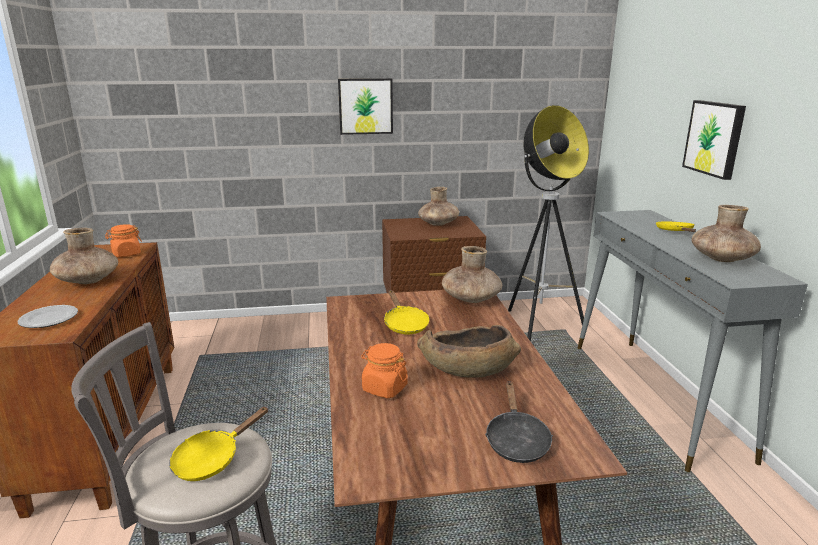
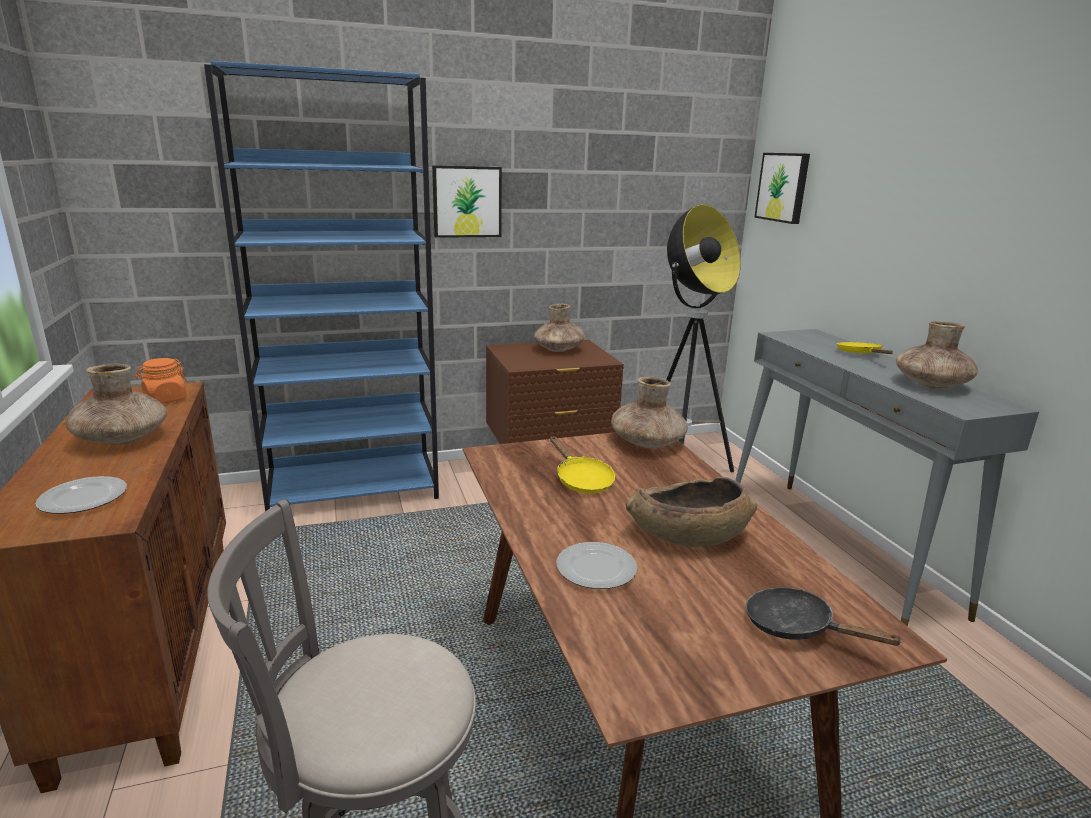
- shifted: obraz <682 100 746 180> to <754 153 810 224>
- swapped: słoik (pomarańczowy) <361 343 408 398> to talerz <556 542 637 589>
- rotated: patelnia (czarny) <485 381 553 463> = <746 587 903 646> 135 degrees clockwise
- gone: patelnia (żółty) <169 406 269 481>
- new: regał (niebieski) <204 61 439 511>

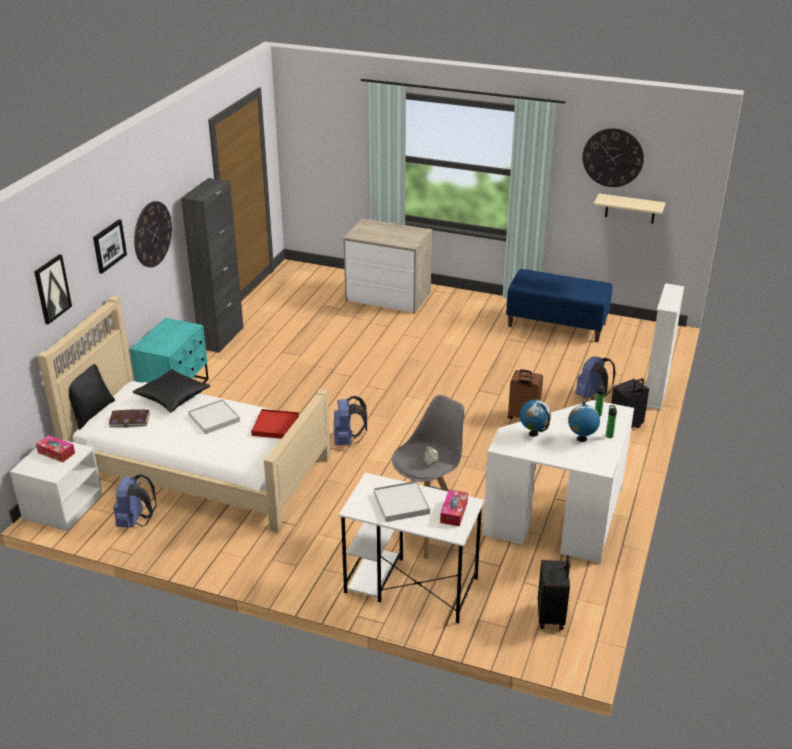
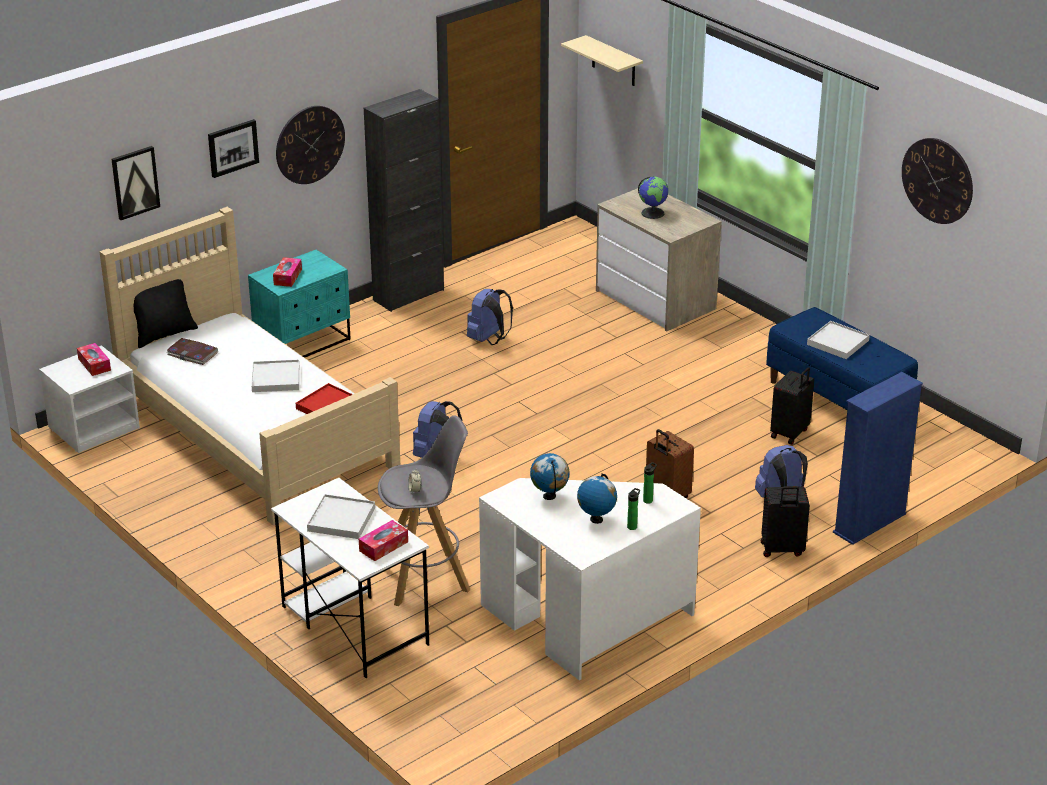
- shifted: półka (beżowy) <594 193 666 224> to <561 35 643 86>
- repainted: regał (biały) <646 283 684 410> to regał (niebieski) <833 372 923 545>
- gone: poduszka (czarny) <132 369 210 413>
- shifted: plecak (niebieski) <113 474 157 528> to <467 289 513 345>
- shifted: walizka (czarny) <538 555 570 630> to <770 367 814 445>
- new: globus <638 176 668 219>
- new: pudełko chusteczek <273 257 302 287>
- new: taca (biały) <807 321 870 359>

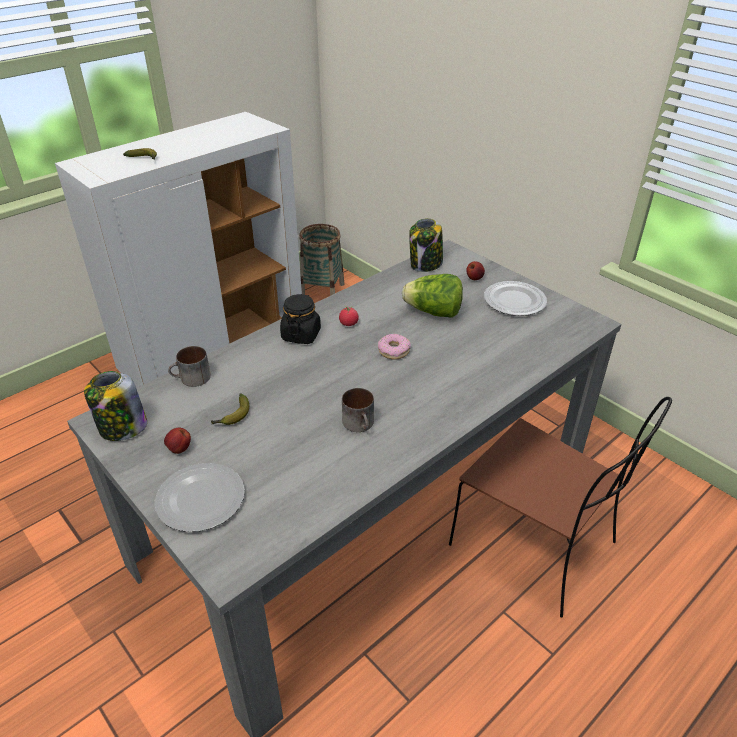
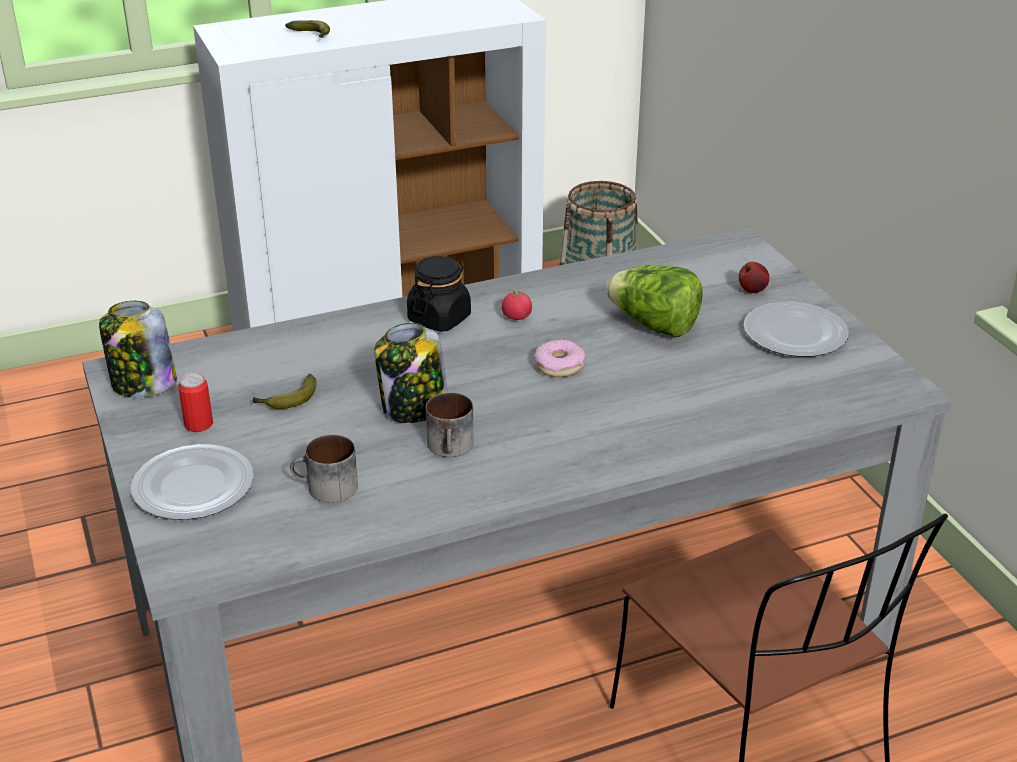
- shifted: słoik <409 218 443 272> to <374 323 447 423>
- shifted: kubek <168 346 211 387> to <290 434 358 503>
- swapped: jabłko <164 428 191 454> to puszka <178 373 213 432>

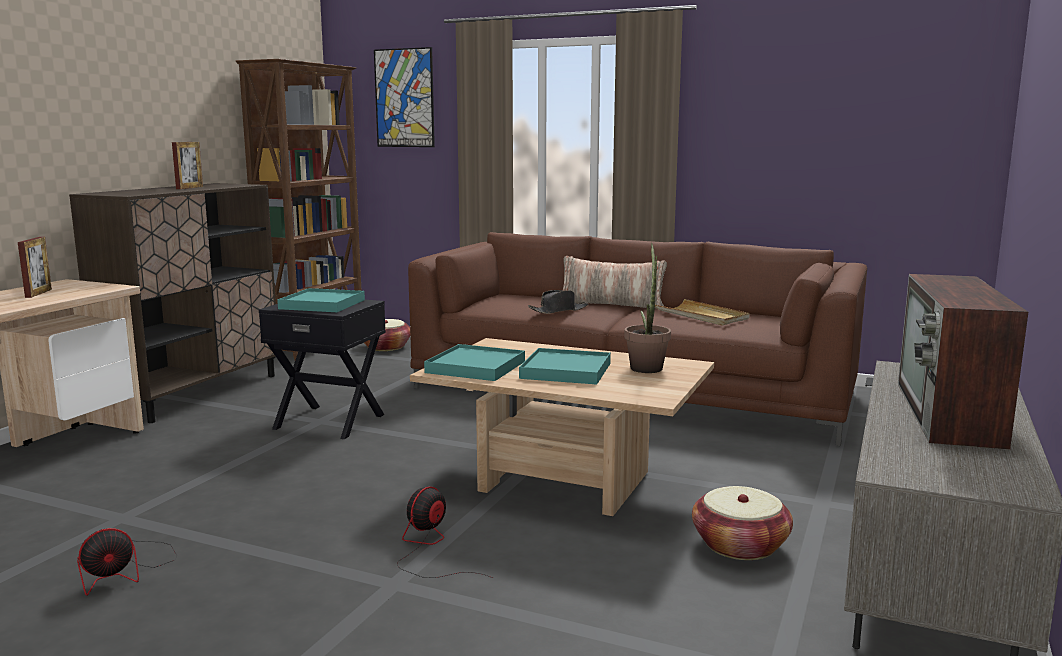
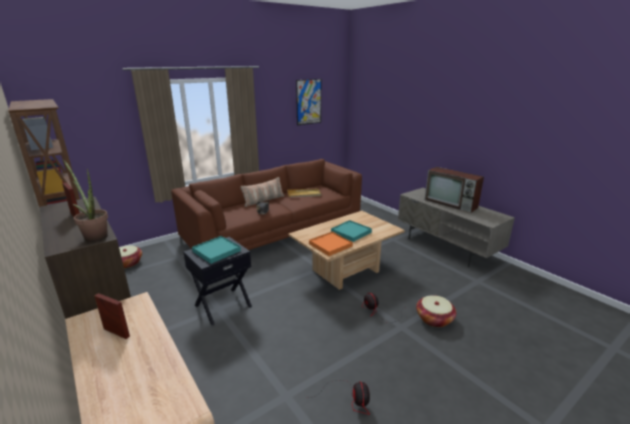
- shifted: obraz <374 47 435 147> to <296 79 321 126>
- shifted: roślina doniczkowa <624 243 671 373> to <64 160 108 242>
- repainted: taca (turkusowy) <424 344 525 381> to taca (pomarańczowy) <309 232 353 256>
- shifted: koszyk <692 486 793 560> to <416 295 456 327>

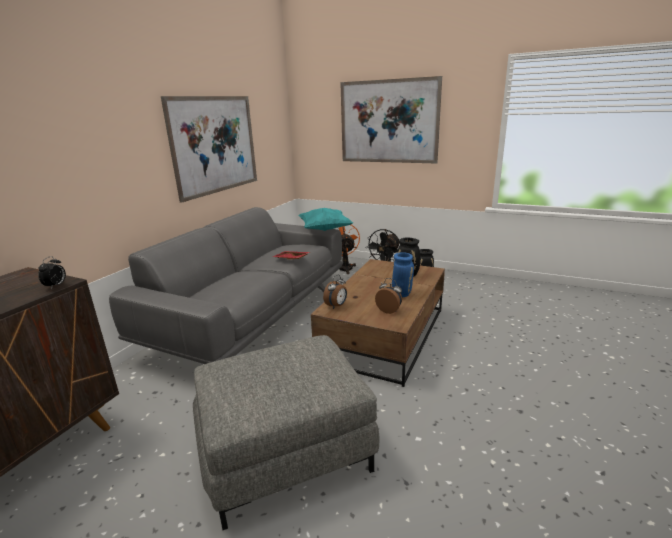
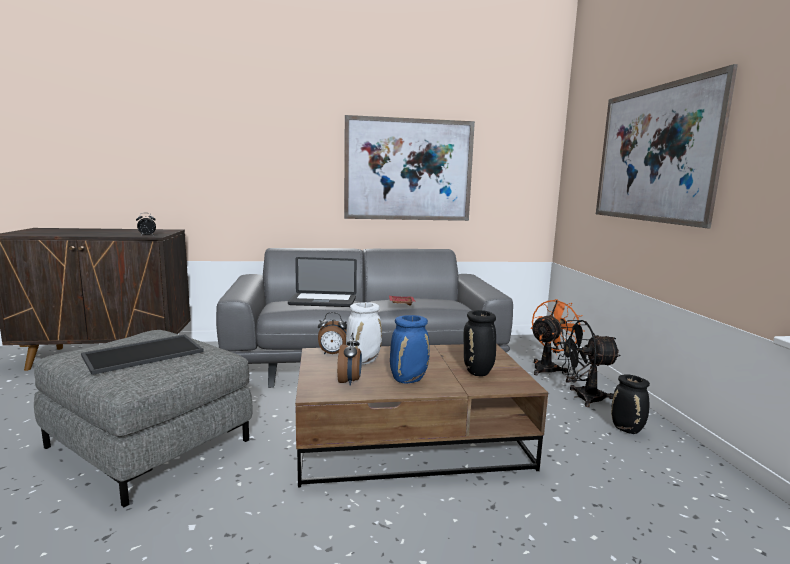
- gone: poduszka (turkusowy) <298 208 353 231>
- new: laptop <288 257 357 307>
- new: wazon (biały) <346 302 382 365>
- new: taca <81 334 204 375>

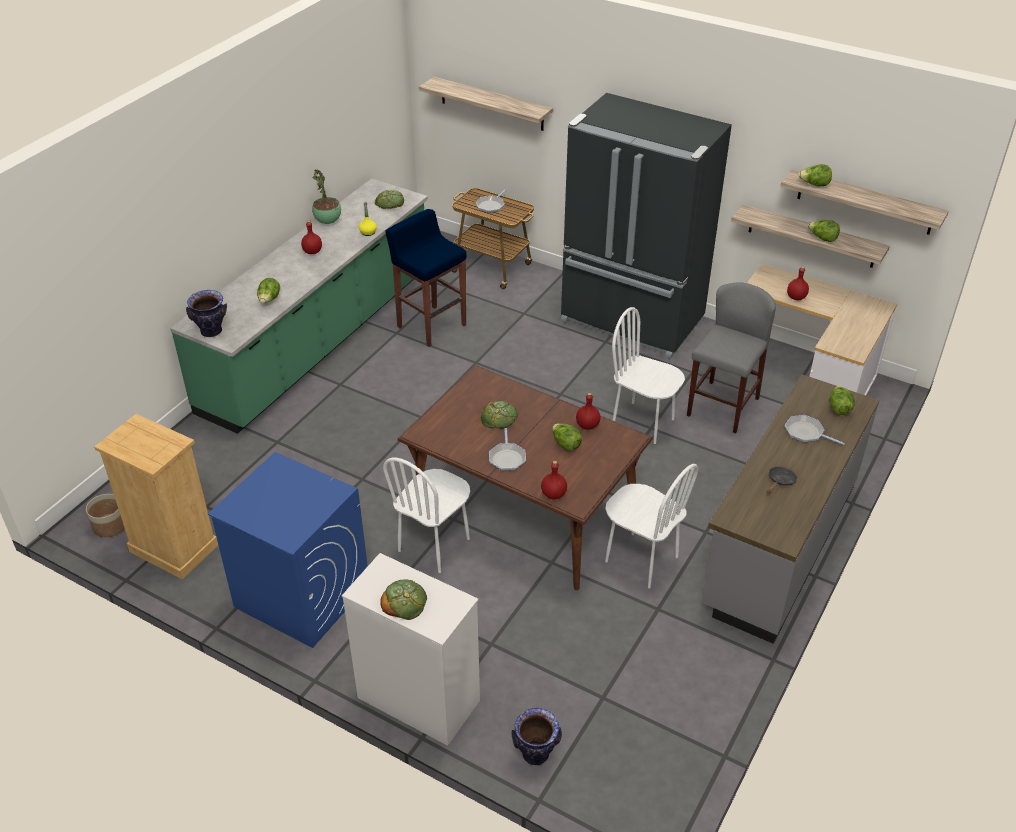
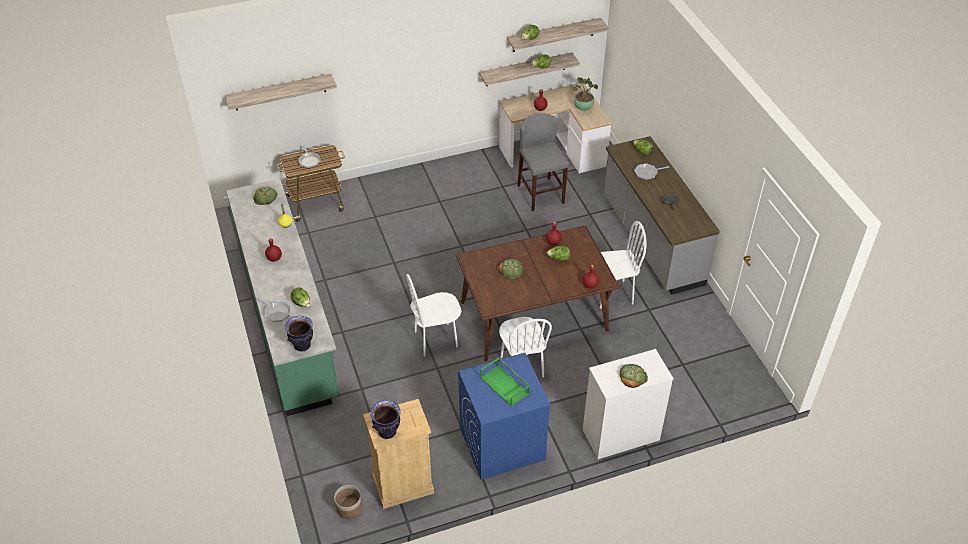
- gone: lodówka (czarny) <561 93 732 359>
- shifted: roślina doniczkowa <312 169 341 224> to <573 77 598 111>
- gone: stołek (niebieski) <385 209 467 347>
- shifted: krzesło (biały) <612 307 685 444> to <406 274 461 357>
- shifted: patelnia <489 428 526 471> to <257 298 290 322>
- shifted: wazon <512 708 562 765> to <370 400 401 439>
- new: taca (zielony) <480 357 530 407>

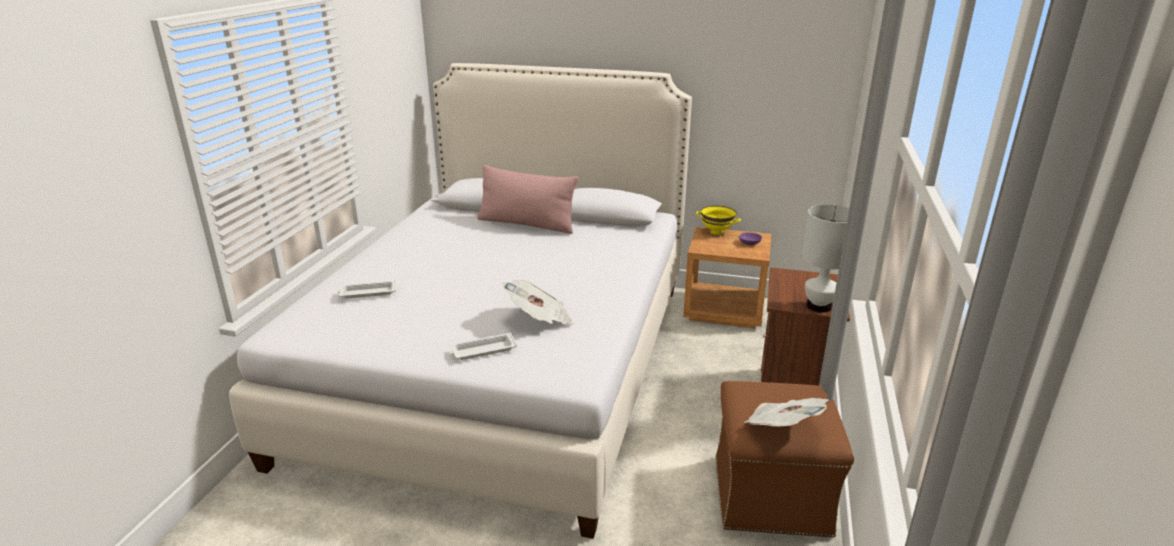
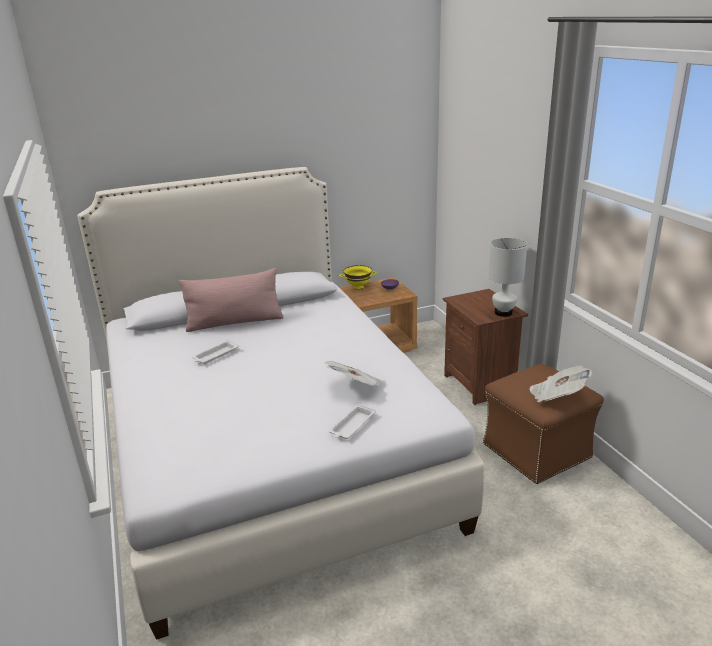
- shifted: taca (biały) <337 280 397 299> to <192 340 239 364>

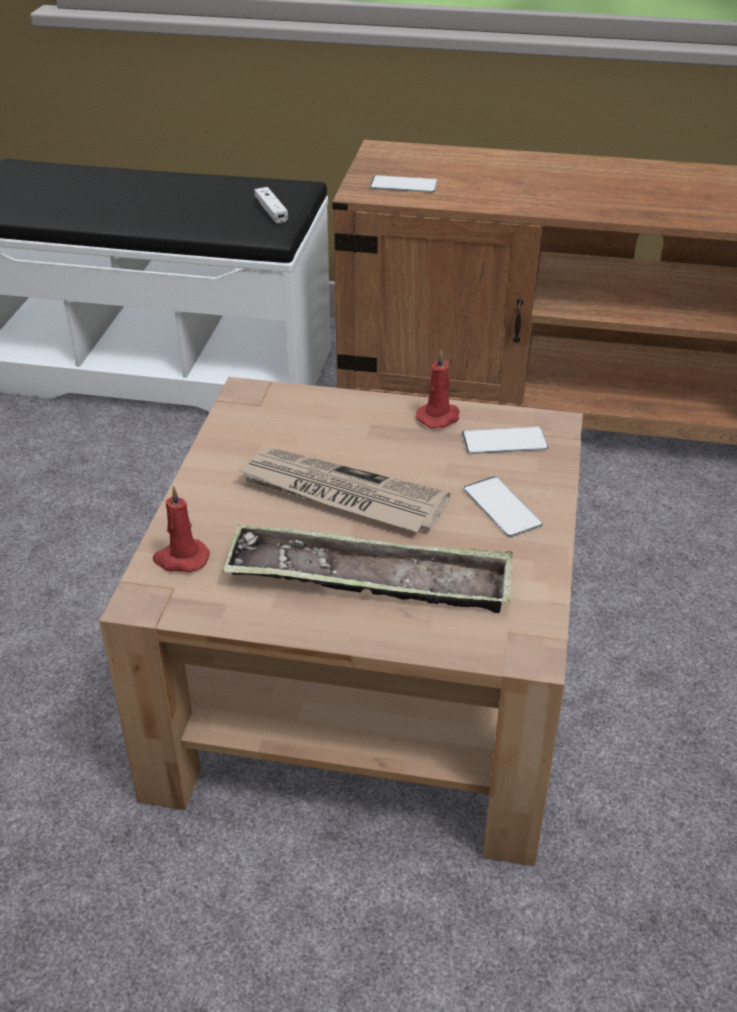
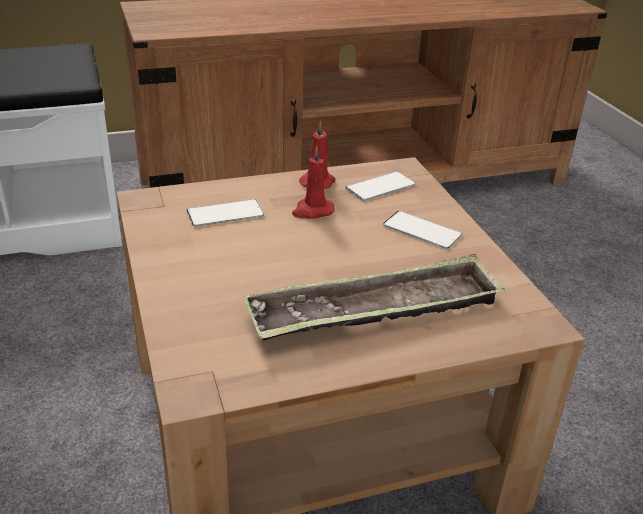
- shifted: telefon <370 175 438 192> to <186 199 264 227>
- gone: pad do gier (biały) <255 187 288 224>
- gone: gazeta <237 448 450 532>
- shifted: świeca (czerwony) <153 486 210 572> to <292 146 335 219>

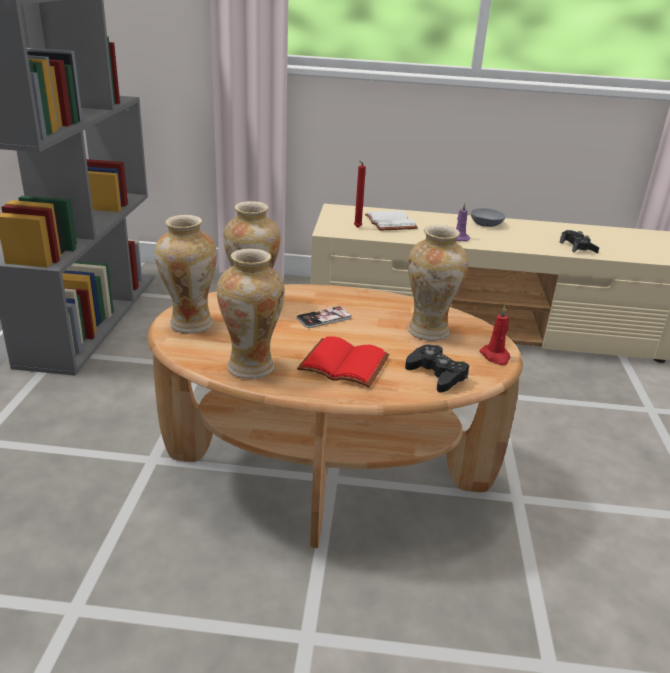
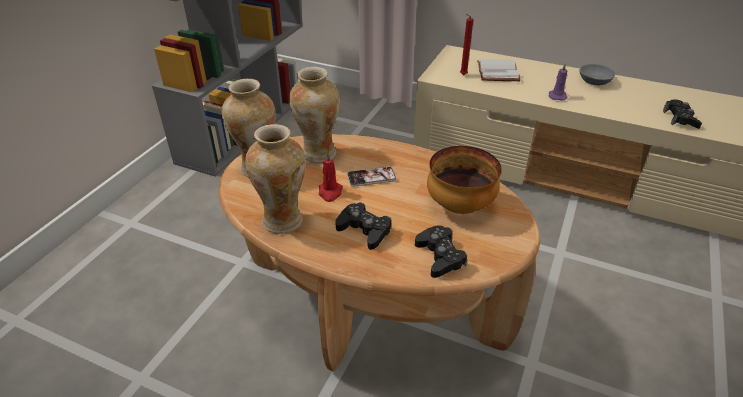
- swapped: wazon <408 225 468 341> to miska <427 146 502 214>
- shifted: świeca (czerwony) <480 306 511 365> to <319 153 343 202>
- swapped: książka (czerwony) <297 336 390 387> to pad do gier (czarny) <335 203 392 250>

